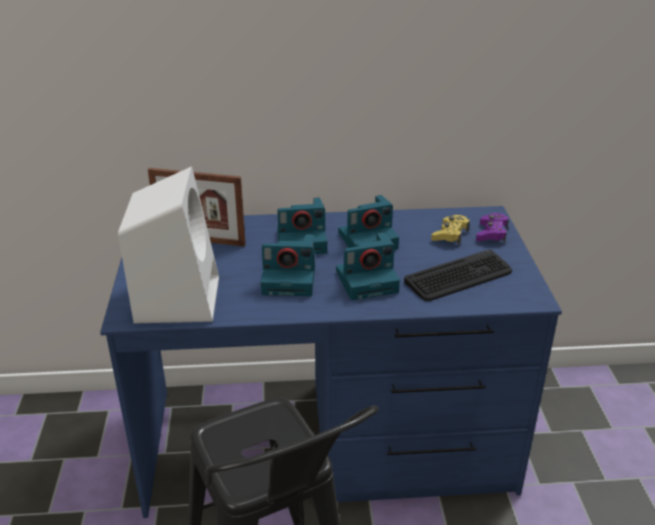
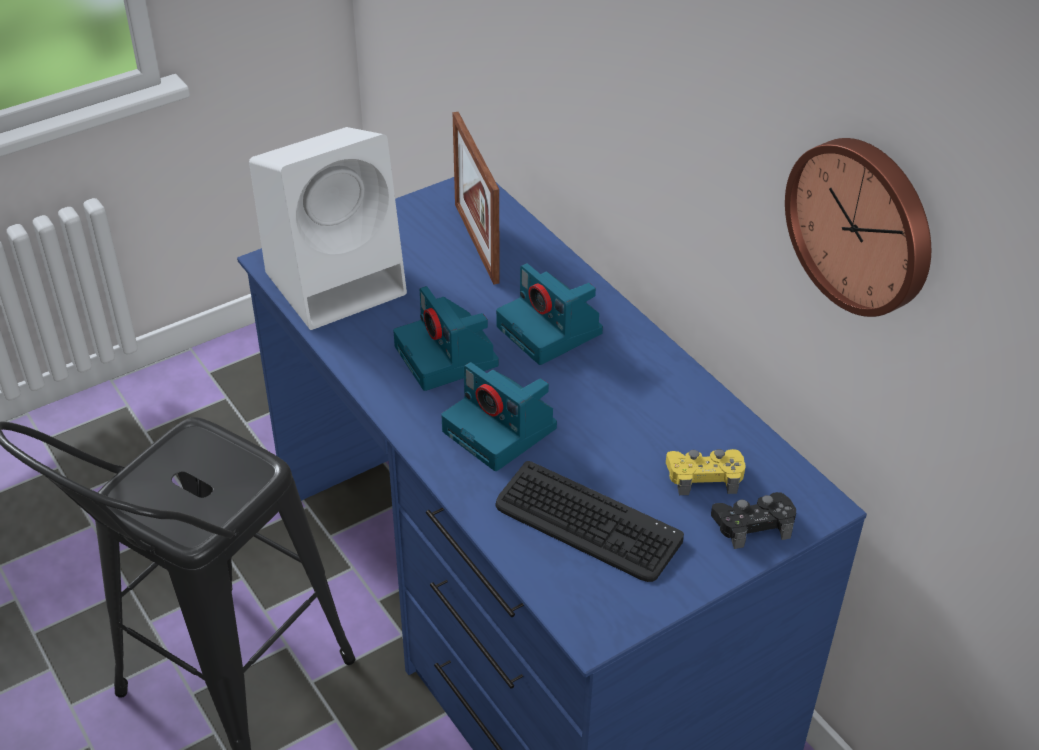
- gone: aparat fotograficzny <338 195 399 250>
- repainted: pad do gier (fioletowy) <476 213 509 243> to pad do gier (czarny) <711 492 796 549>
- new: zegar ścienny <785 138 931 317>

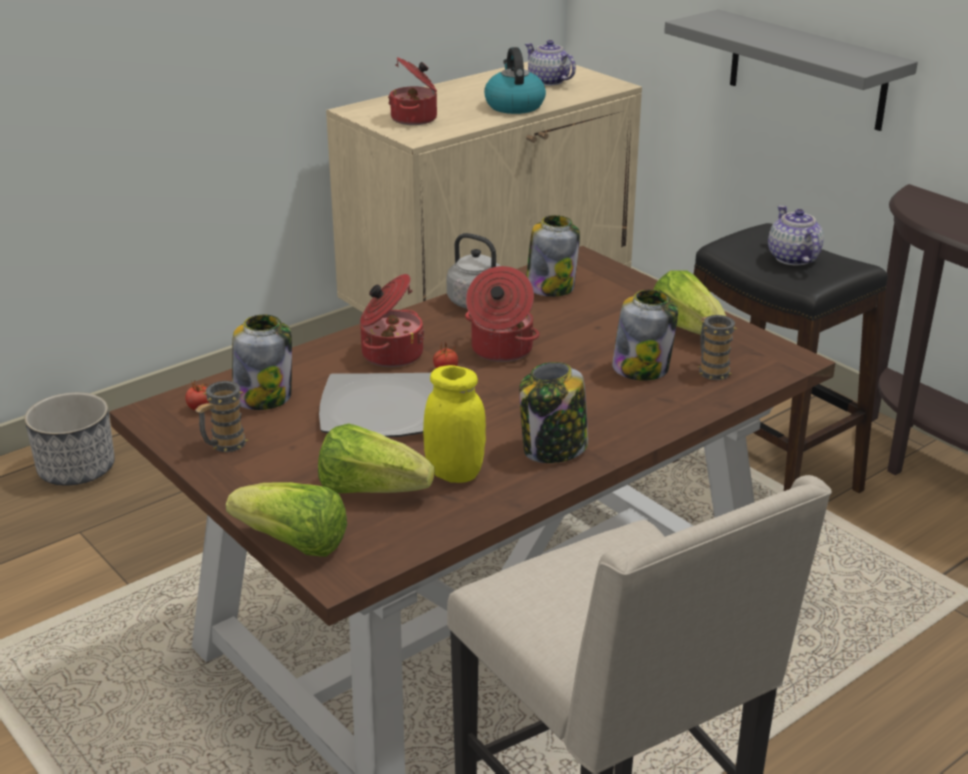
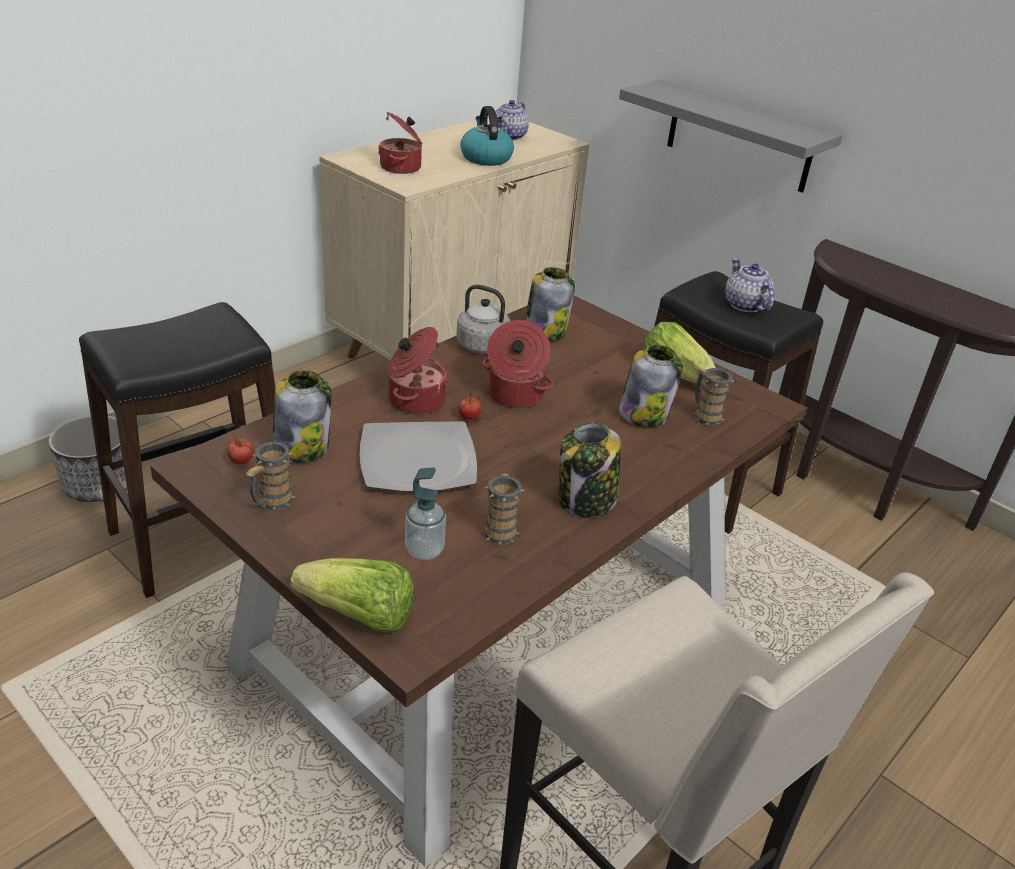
- rotated: imbryk <525 40 576 86> = <495 100 529 141> 105 degrees counterclockwise
- swapped: słoik (żółty) <423 365 486 483> to kubek <481 473 525 545>
- swapped: sałata <318 423 435 493> to dozownik mydła <405 467 446 560>
- new: stołek (czarny) <79 302 275 598>

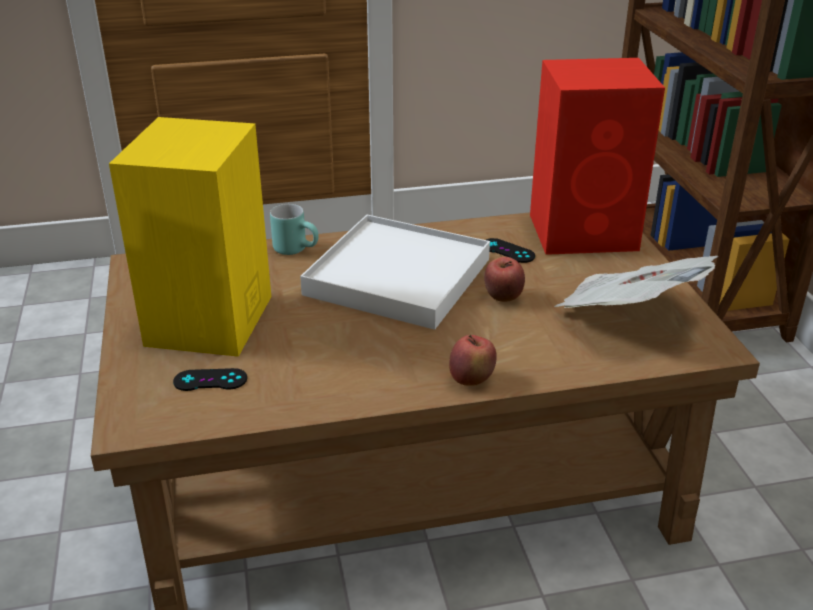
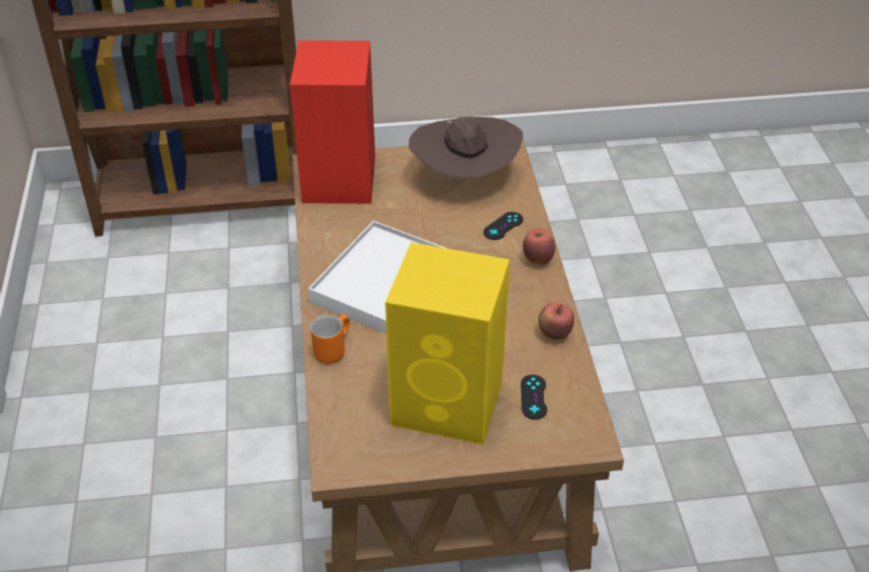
- repainted: kubek (turkusowy) <270 204 319 255> to kubek (pomarańczowy) <311 314 350 364>
- shifted: pad do gier (czarny) <486 238 535 263> to <483 212 523 240>
- swapped: gazeta <554 256 718 308> to kapelusz (brązowy) <409 117 523 179>
- shifted: jabłko <484 257 525 302> to <538 303 574 340>

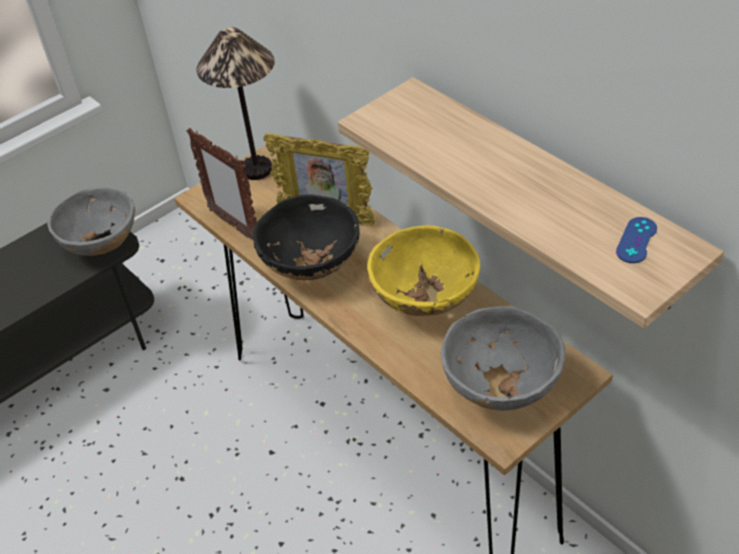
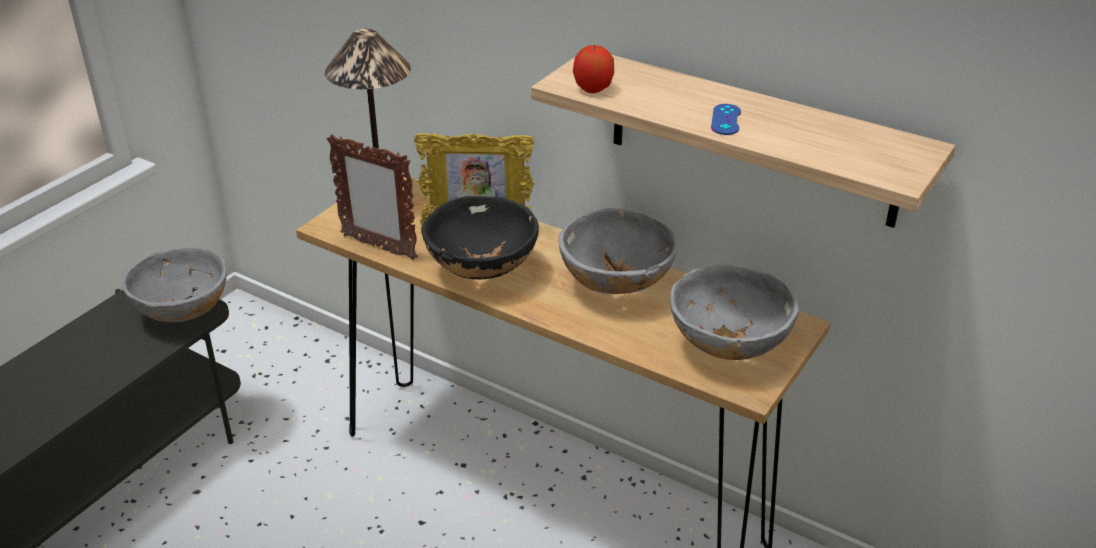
- shifted: pad do gier (niebieski) <616 217 657 263> to <711 104 741 135>
- repainted: miska (żółty) <367 225 480 316> to miska (szary) <558 208 678 294>
- new: jabłko <573 45 614 93>

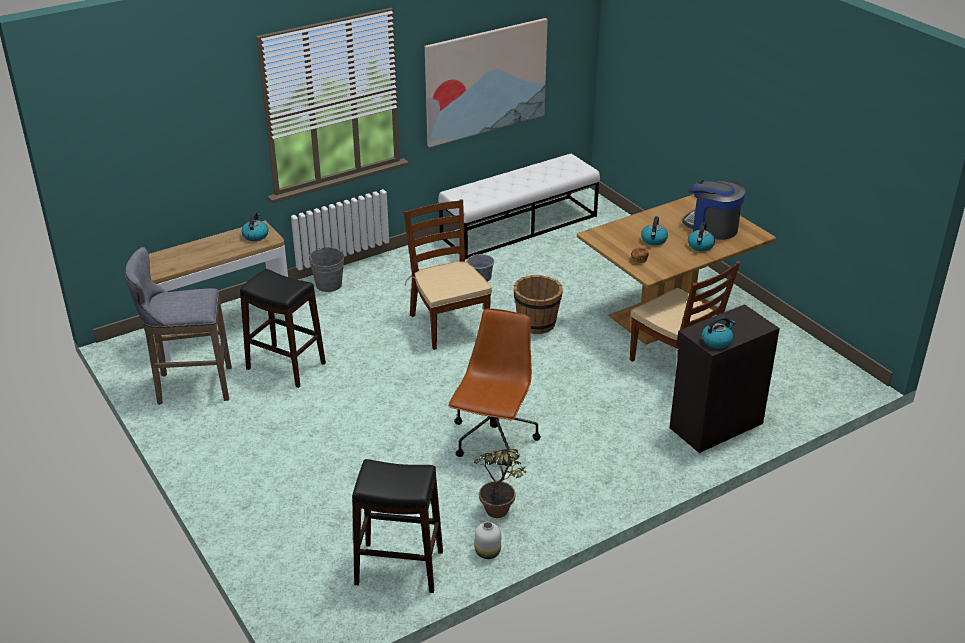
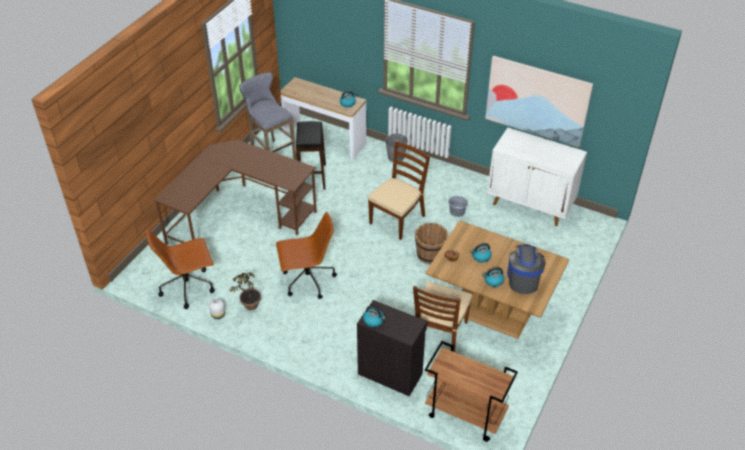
- swapped: ławka (biały) <438 154 600 260> to szafka (biały) <487 128 587 226>
- swapped: stołek (czarny) <352 459 443 593> to krzesło biurowe (brązowy) <146 229 215 309>
- new: biurko (brązowy) <153 140 317 245>
- new: wózek (brązowy) <425 341 518 442>

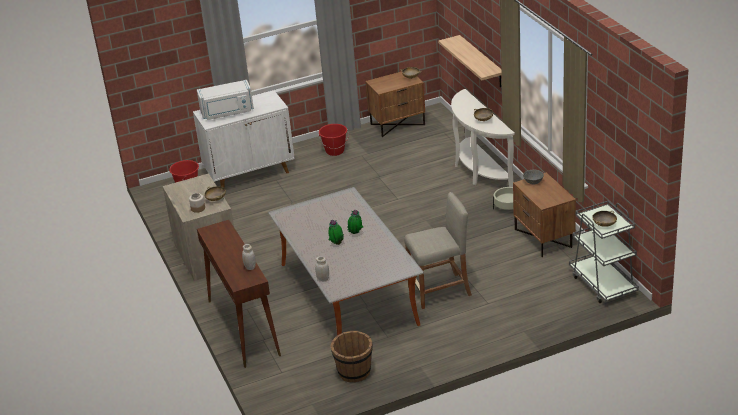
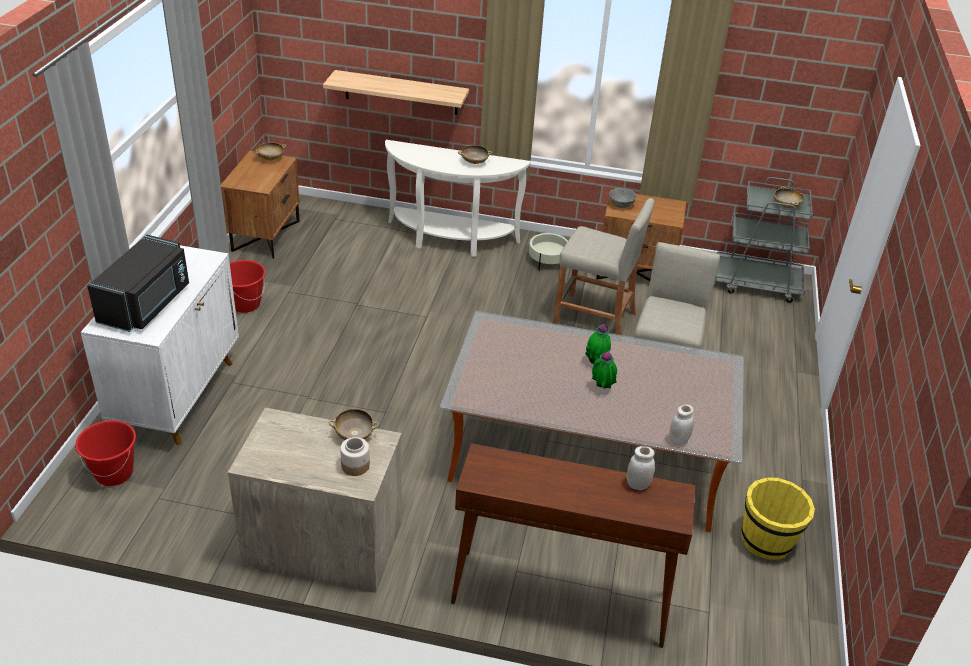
- repainted: mikrofalówka (biały) <197 80 254 120> to mikrofalówka (czarny) <87 235 189 332>
- repainted: wiadro (brązowy) <330 331 373 382> to wiadro (żółty) <741 477 815 560>
- new: stołek (beżowy) <553 198 654 335>

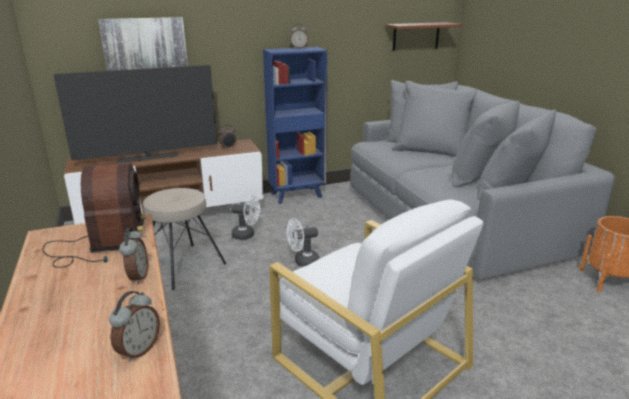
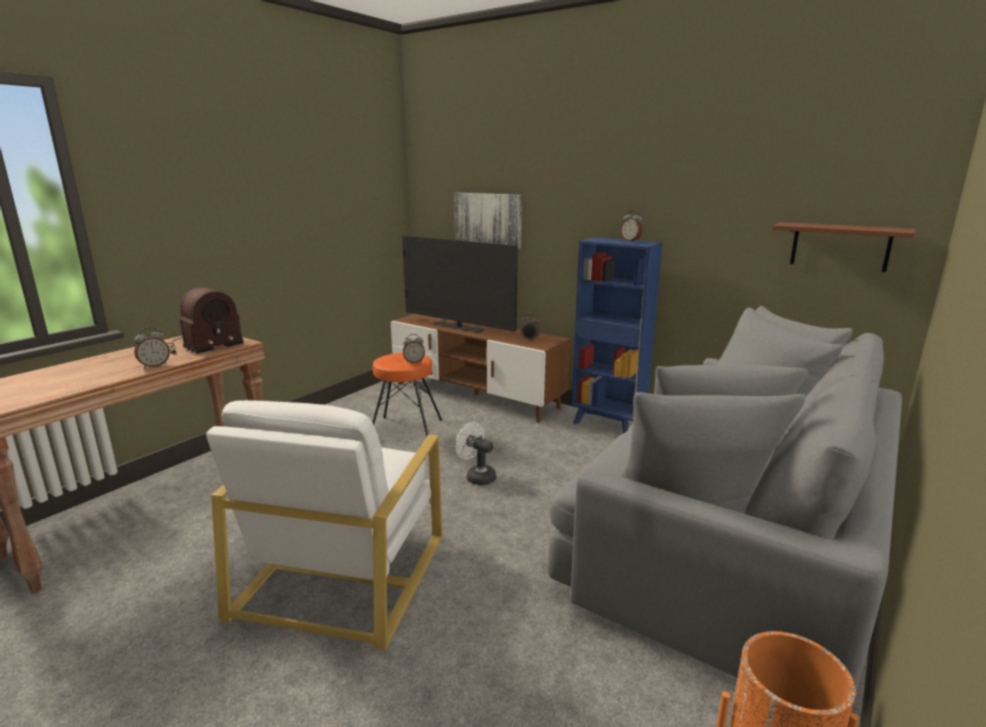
- repainted: stołek (beżowy) <143 188 227 290> to stołek (pomarańczowy) <372 353 442 436>
- gone: wentylator (biały) <231 195 260 240>
- shifted: budzik <109 291 160 362> to <403 334 425 363>

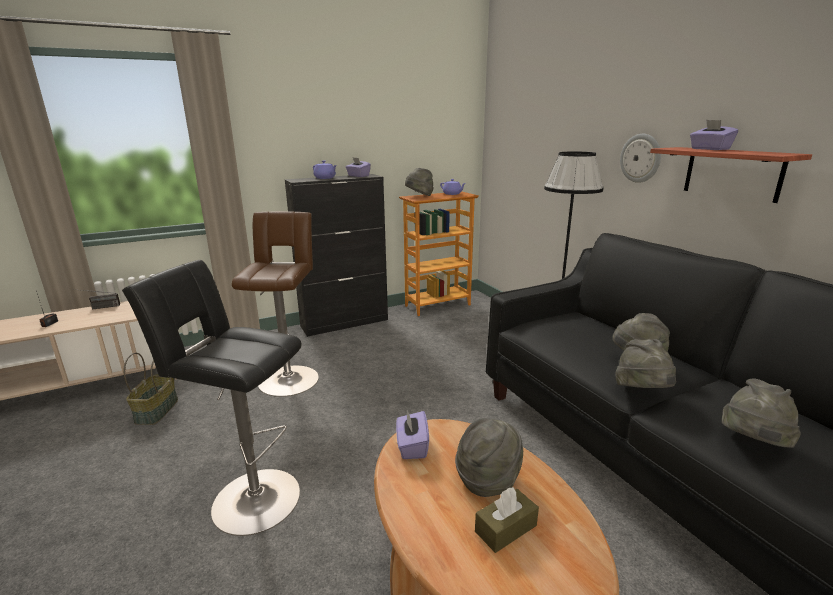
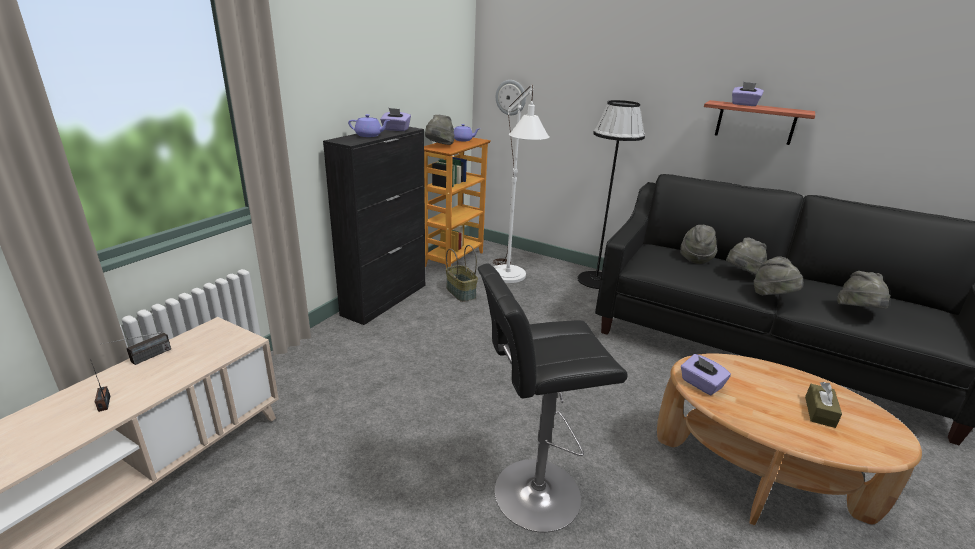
- shifted: zegar ścienny <620 134 661 183> to <496 80 526 115>
- gone: stołek (brązowy) <232 211 319 397>
- shifted: koszyk <123 353 178 425> to <446 245 478 302>
- shifted: kapelusz (szary) <455 418 523 497> to <680 225 717 264>
- new: lampa stojąca (biały) <493 84 550 283>

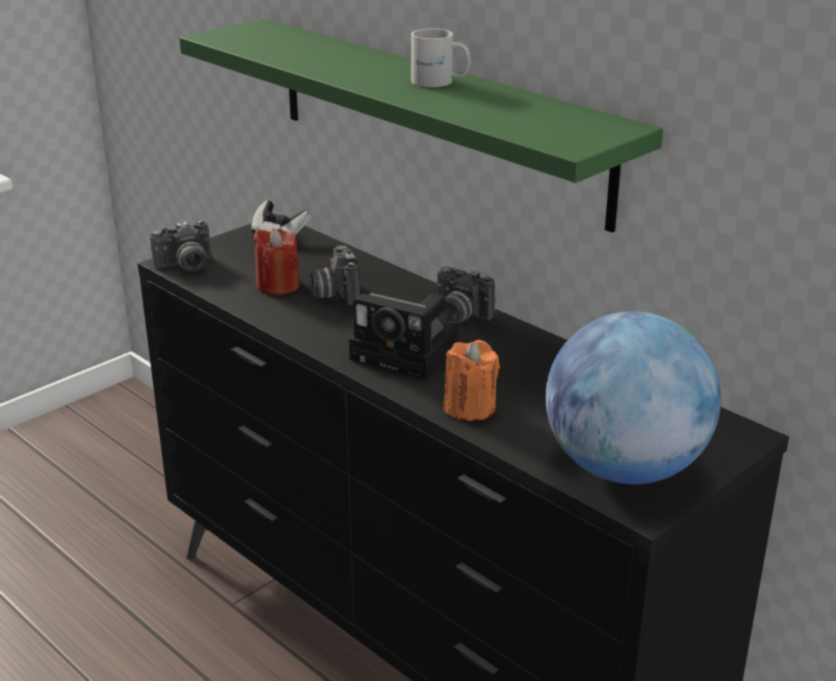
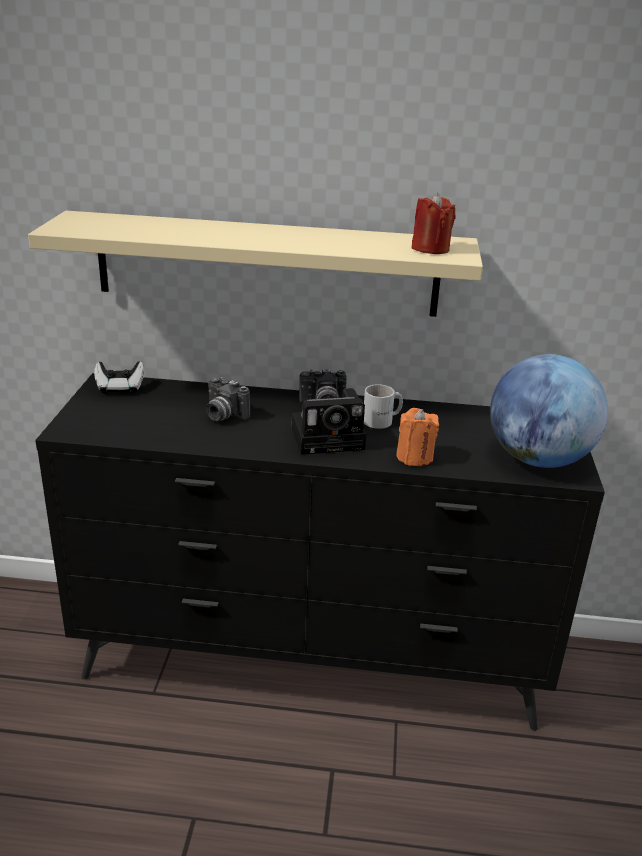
- repainted: półka (zielony) <179 19 663 233> to półka (beżowy) <28 211 483 317>
- shifted: kubek (biały) <411 28 471 87> to <364 384 403 429>
- gone: aparat fotograficzny <150 220 211 272>
- shifted: świeca (czerwony) <254 228 299 295> to <412 193 456 254>

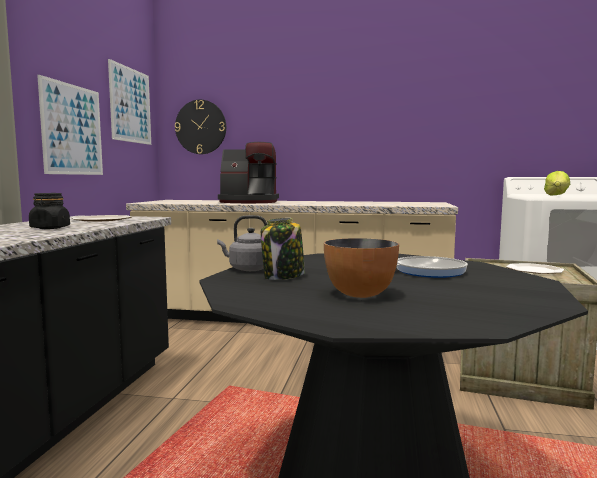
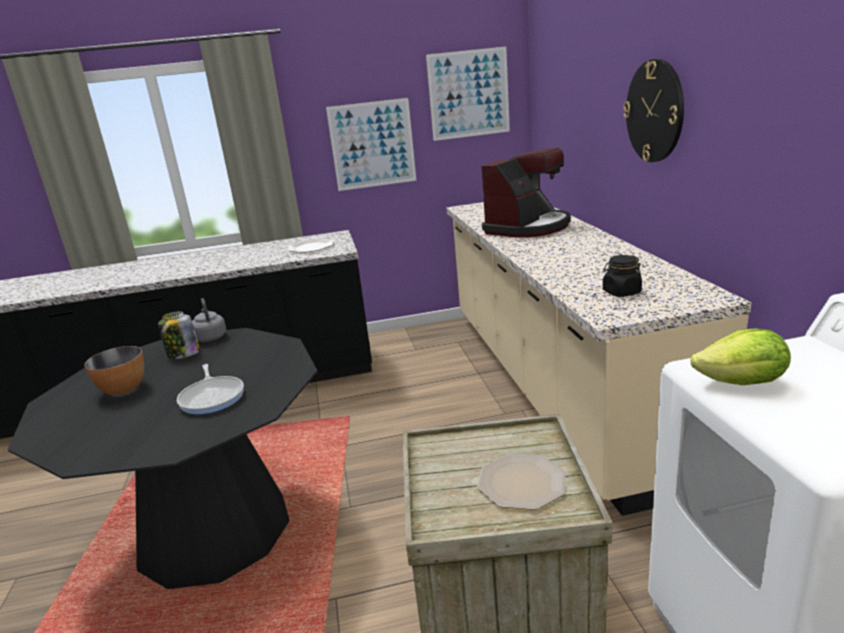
- shifted: zegar ścienny <175 100 226 154> to <623 59 684 162>
- rotated: ekspres do kawy <218 142 279 203> = <481 147 571 238> 120 degrees counterclockwise
- shifted: słoik (czarny) <29 193 70 229> to <603 255 642 297>

